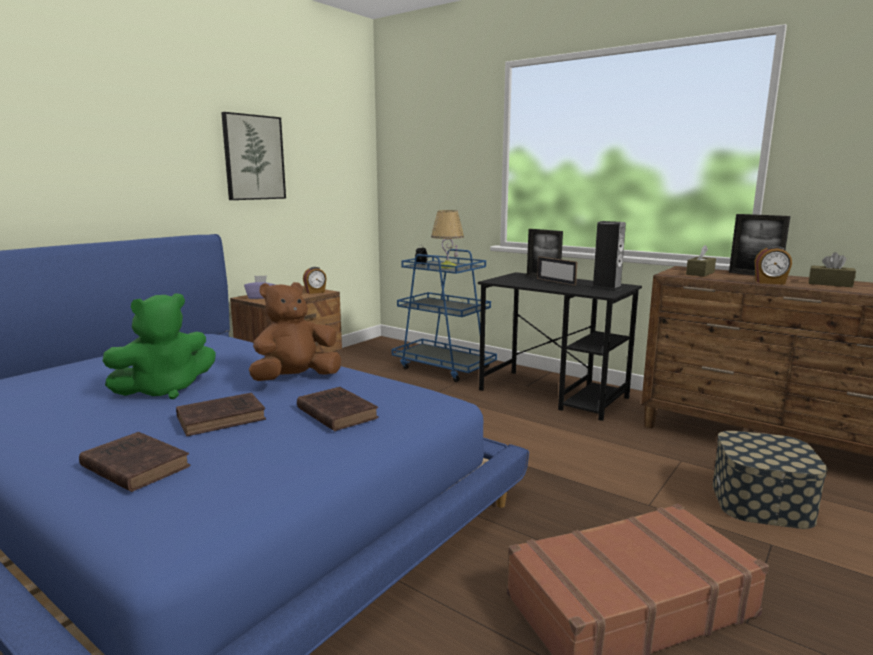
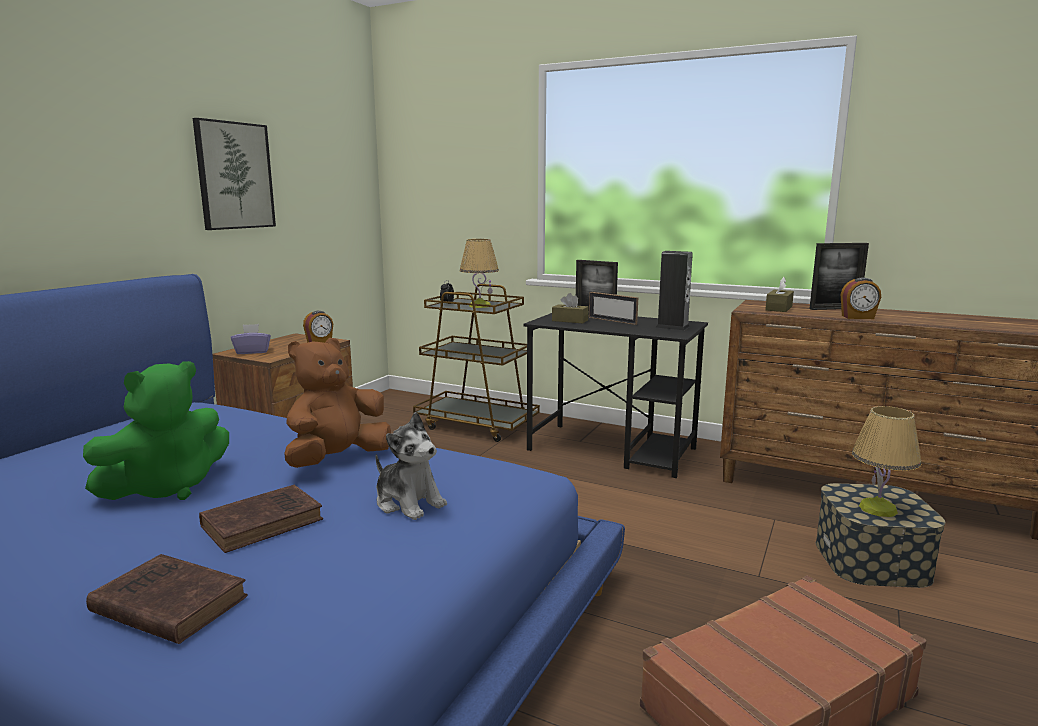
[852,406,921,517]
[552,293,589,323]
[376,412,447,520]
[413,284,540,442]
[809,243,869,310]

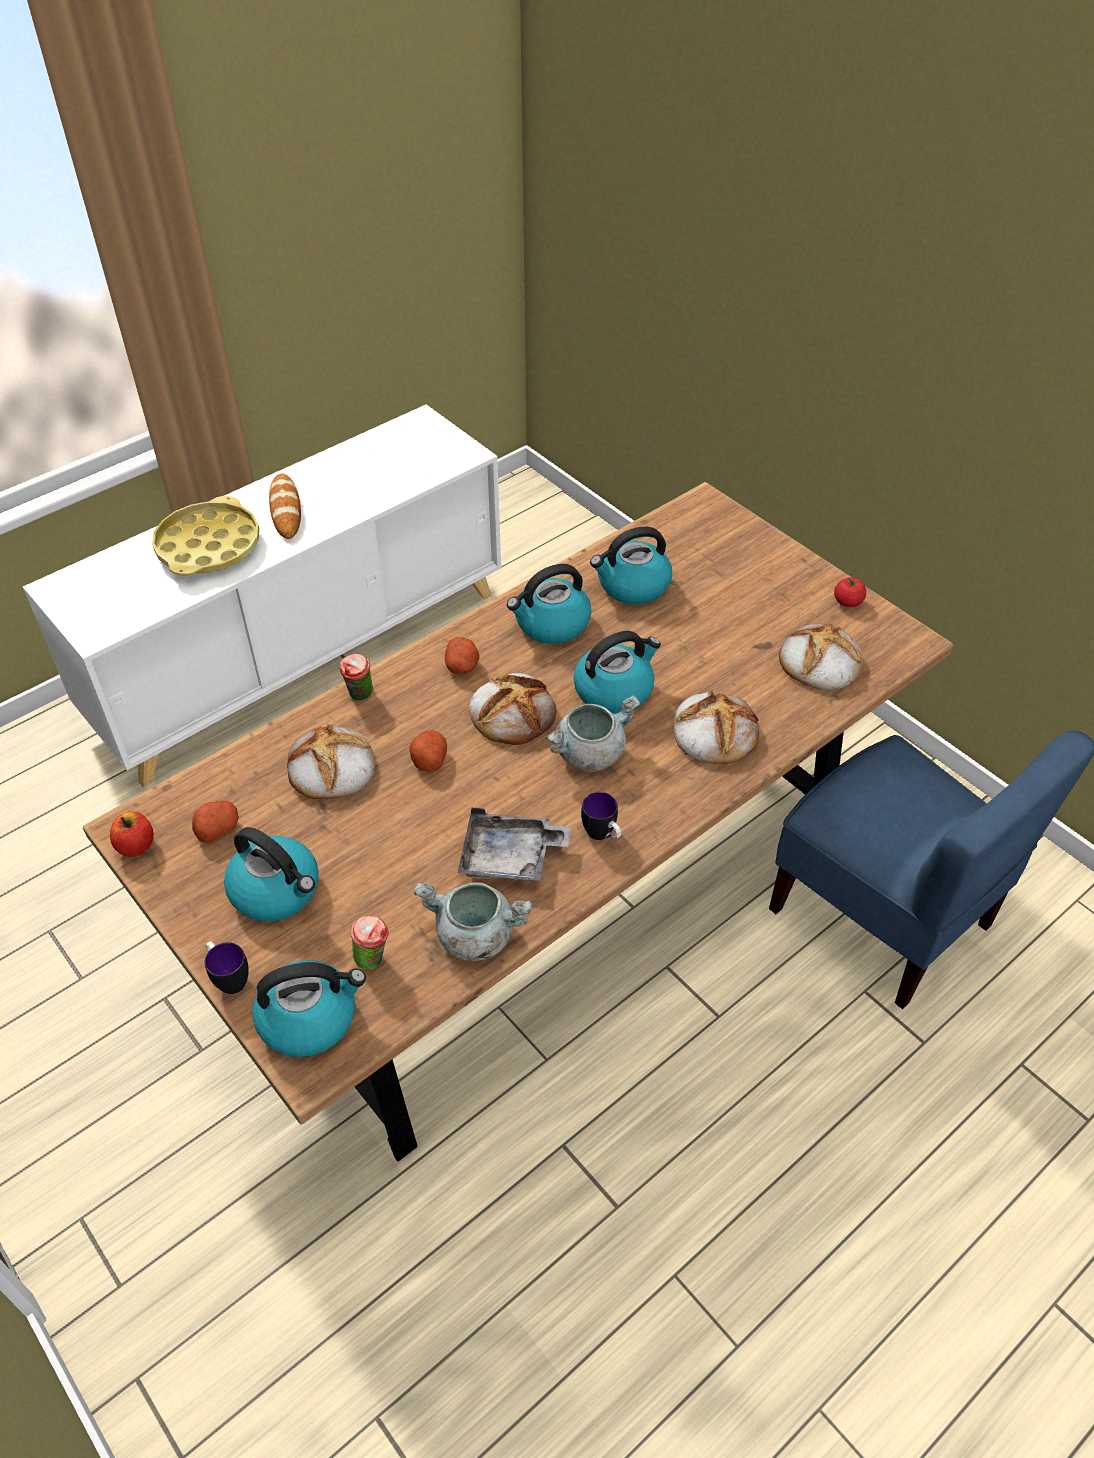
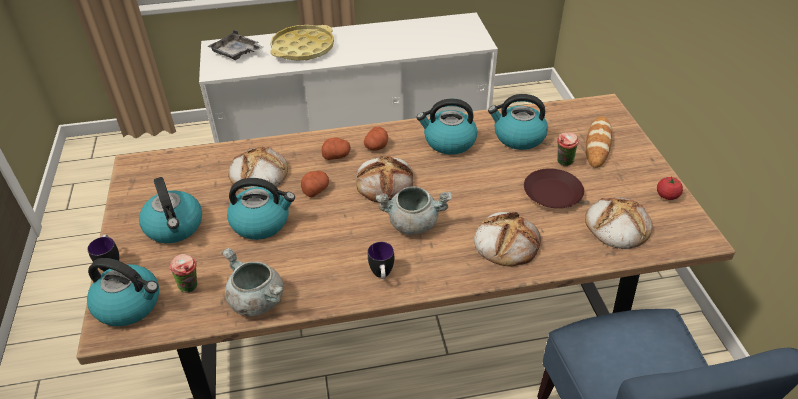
[110,812,154,857] (first image)
[524,168,584,208]
[322,137,351,160]
[586,116,612,168]
[557,132,579,166]
[207,29,263,60]
[227,178,295,240]

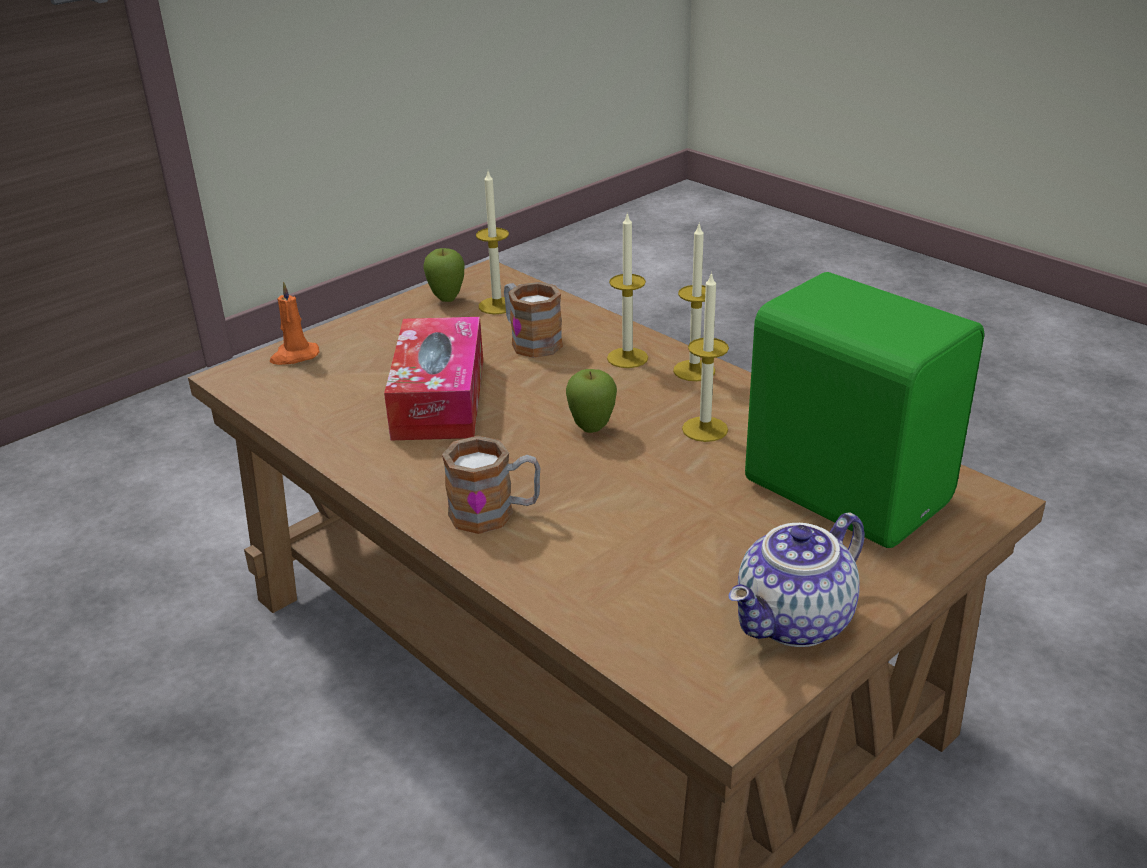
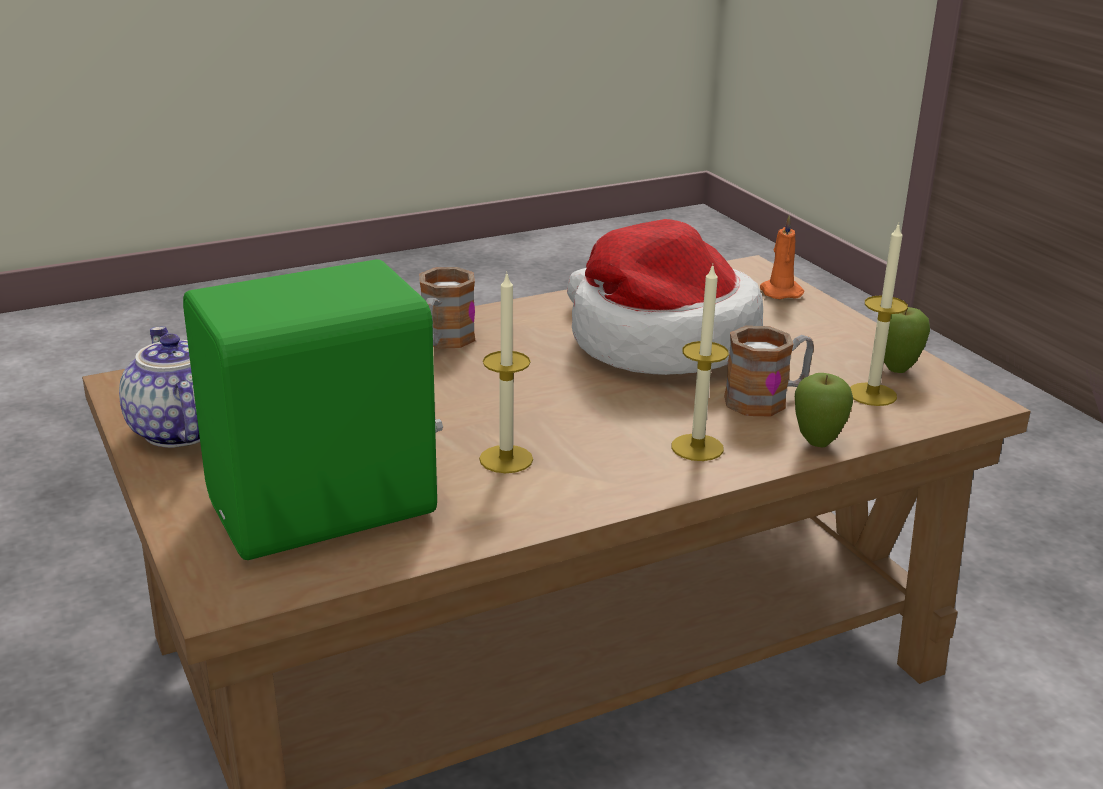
[673,222,715,381] (first image)
[795,373,853,447]
[567,219,763,375]

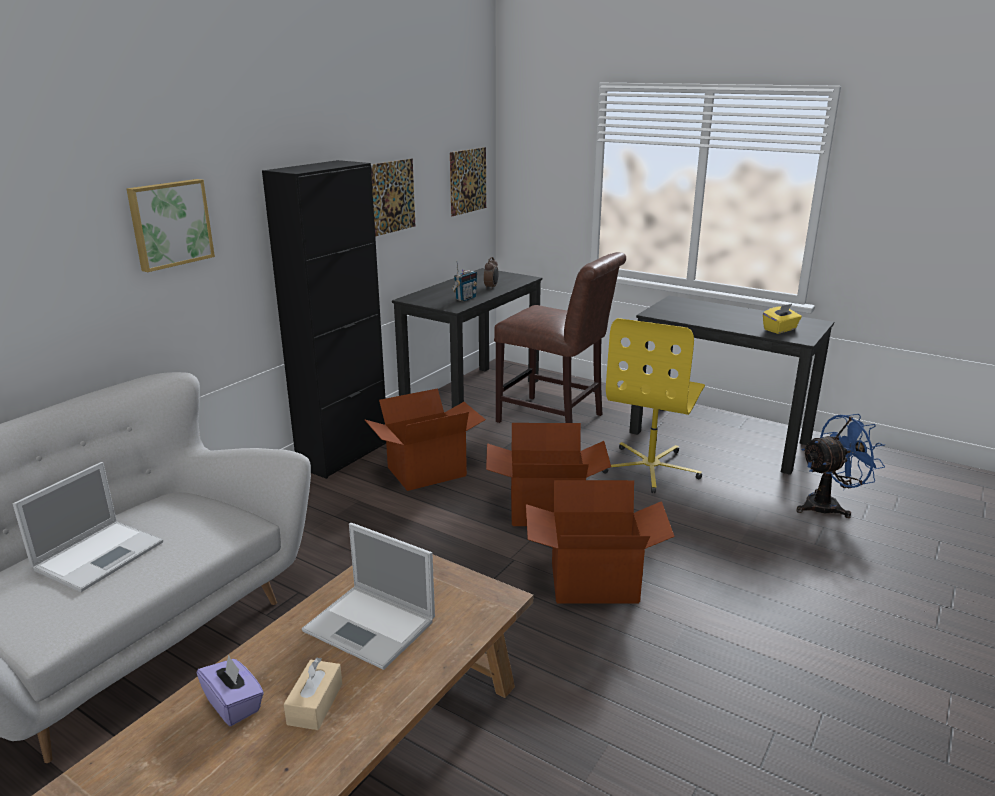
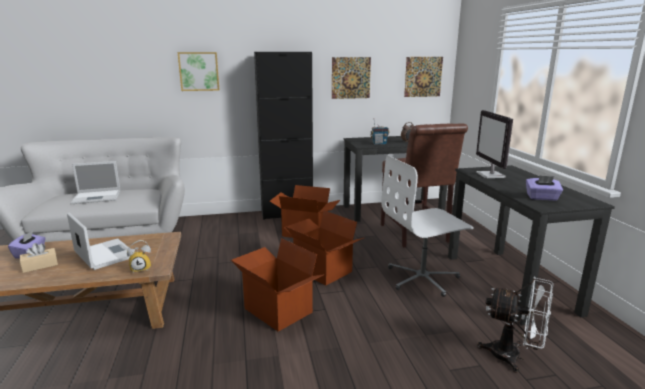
[127,240,151,273]
[476,110,513,178]
[381,155,474,297]
[526,175,563,201]
[477,277,553,373]
[67,213,130,270]

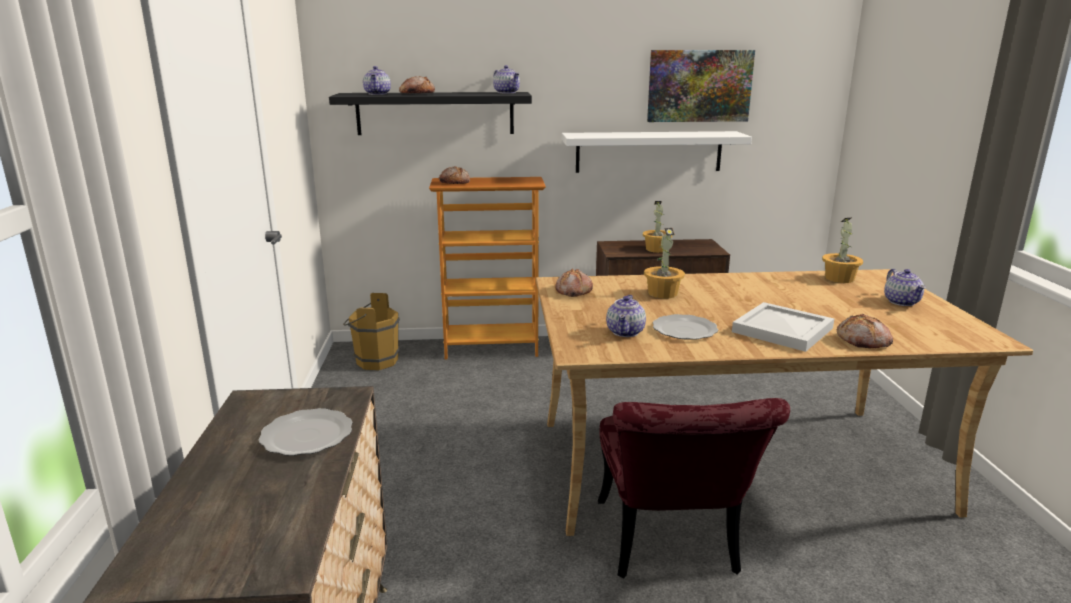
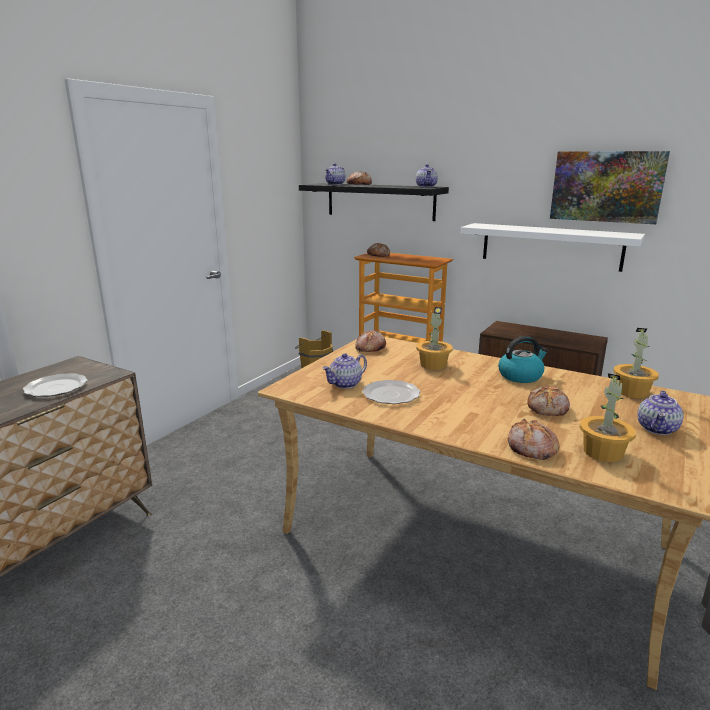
[598,398,790,578] (first image)
[732,302,834,352] (first image)
[498,336,548,383]
[527,386,570,416]
[580,373,636,462]

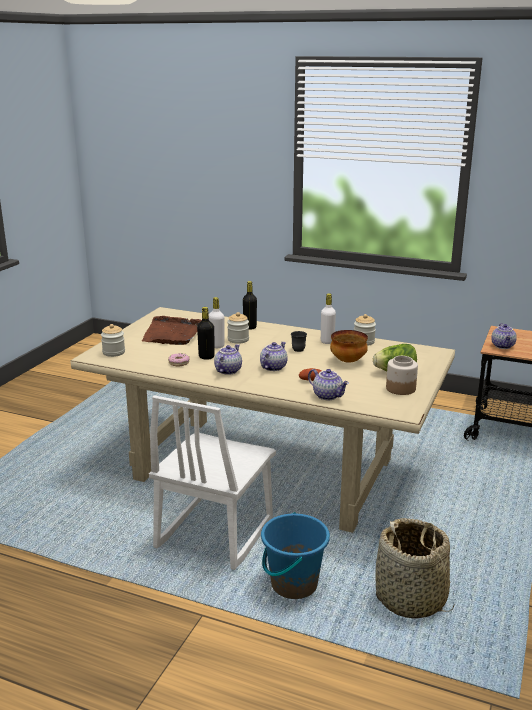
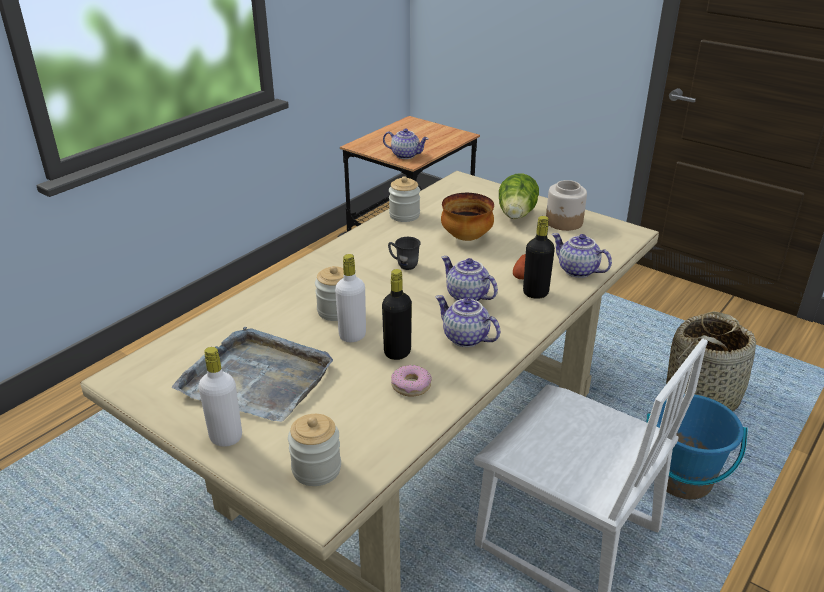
[523,216,555,299]
[199,347,242,447]
[172,327,333,422]
[552,233,612,278]

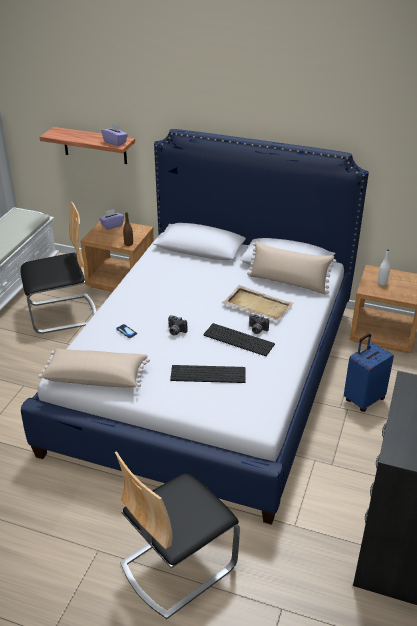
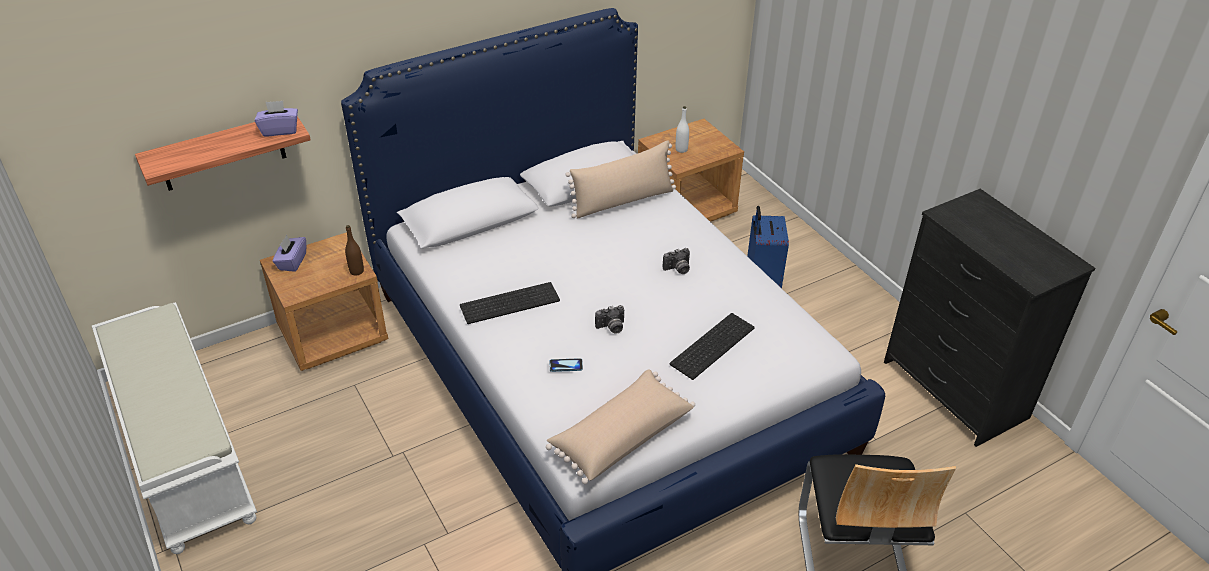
[20,202,96,334] (first image)
[222,285,294,321] (first image)
[460,282,560,324]

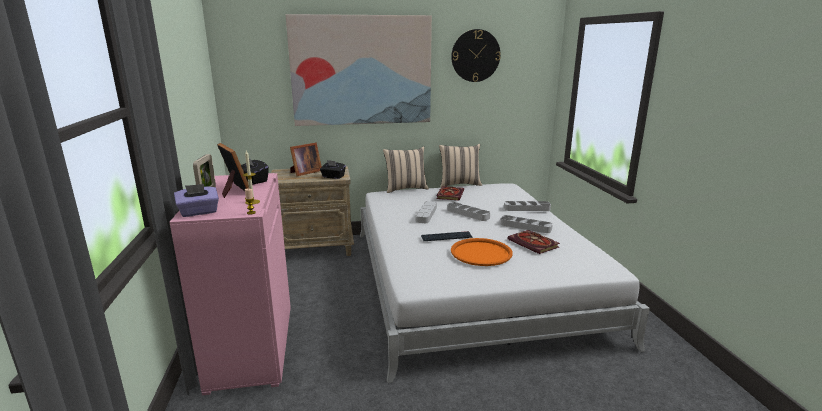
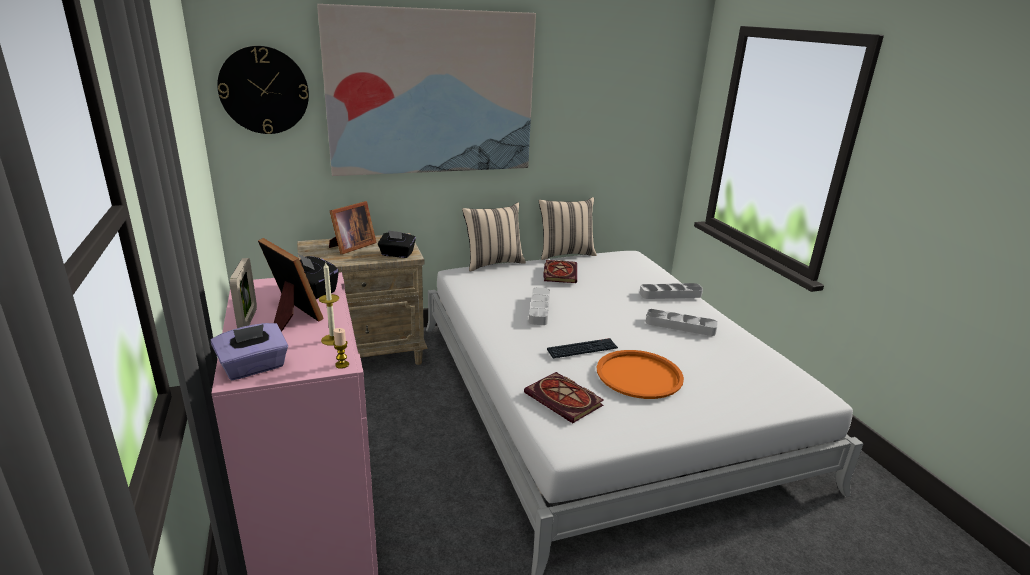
[447,202,490,221] (first image)
[217,46,309,134]
[524,372,604,423]

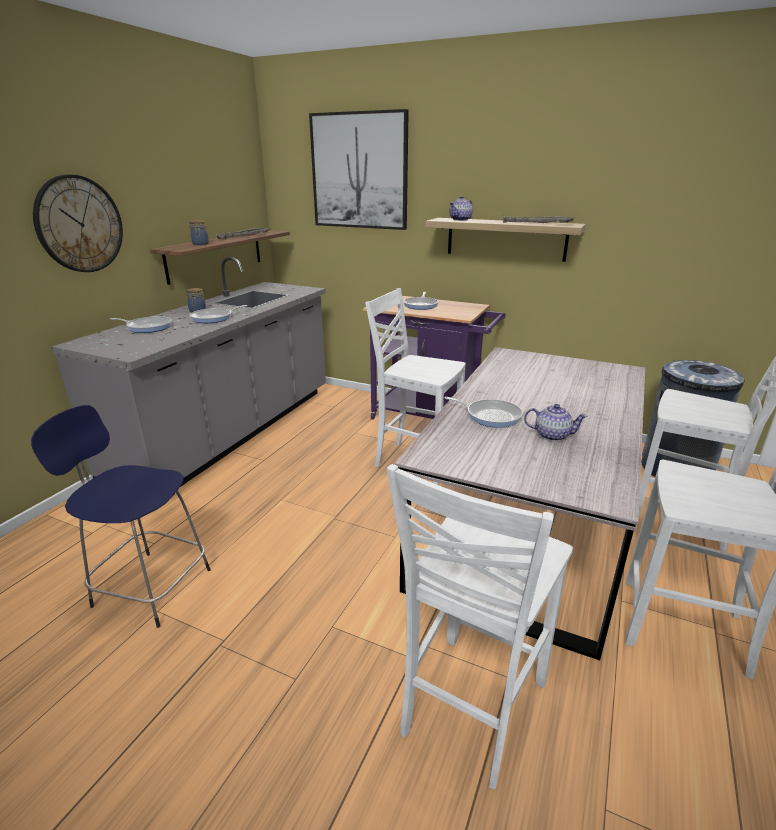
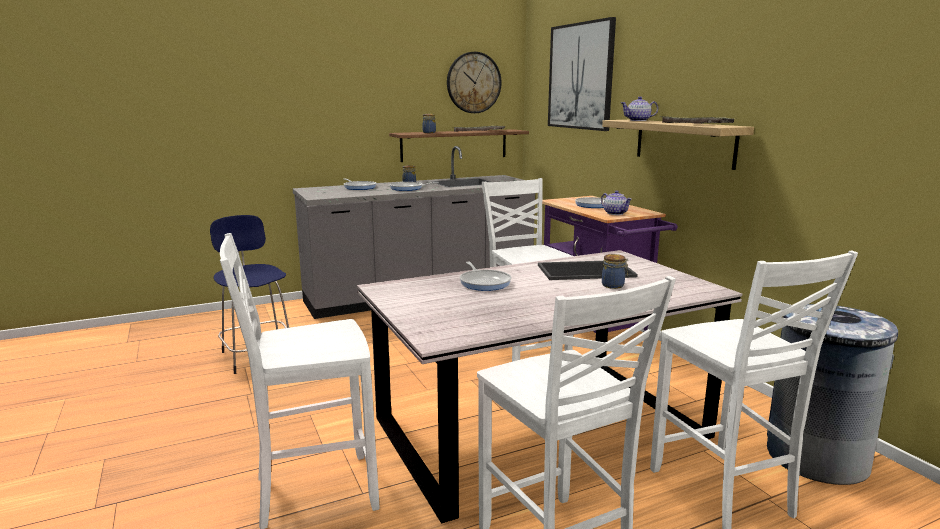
[538,261,638,280]
[602,254,628,289]
[447,52,501,113]
[601,190,632,215]

